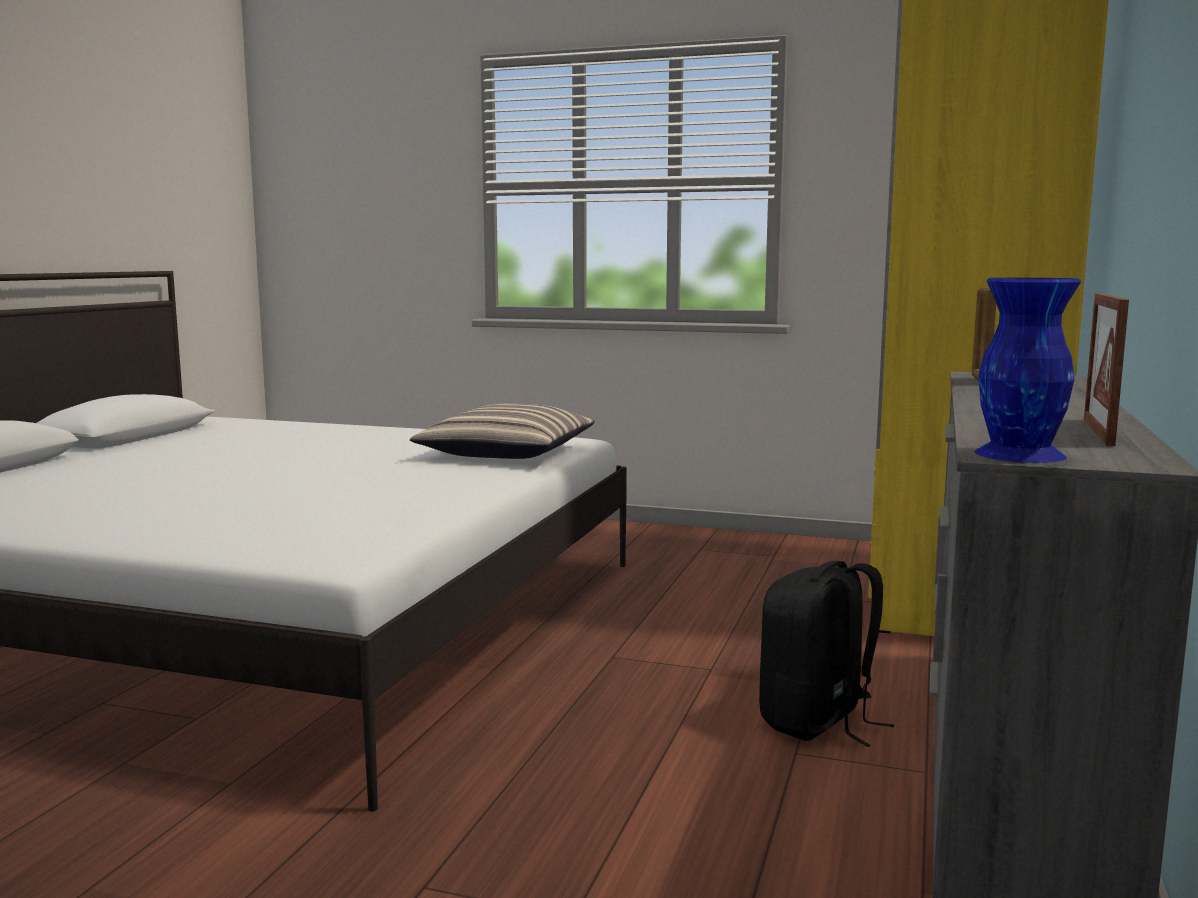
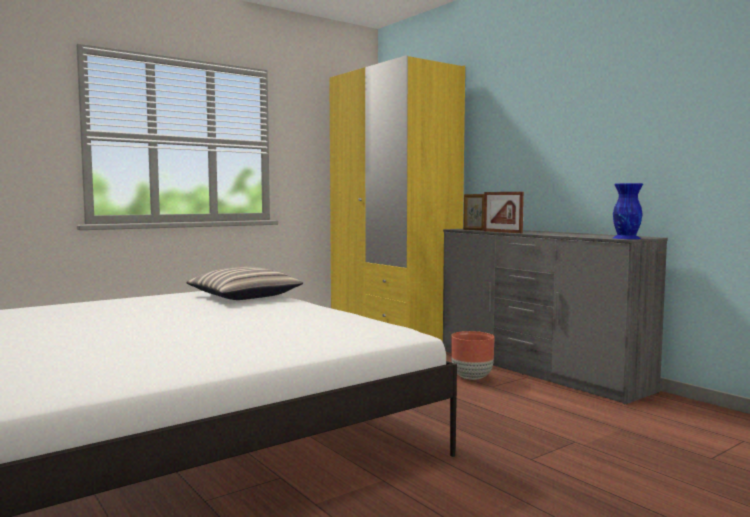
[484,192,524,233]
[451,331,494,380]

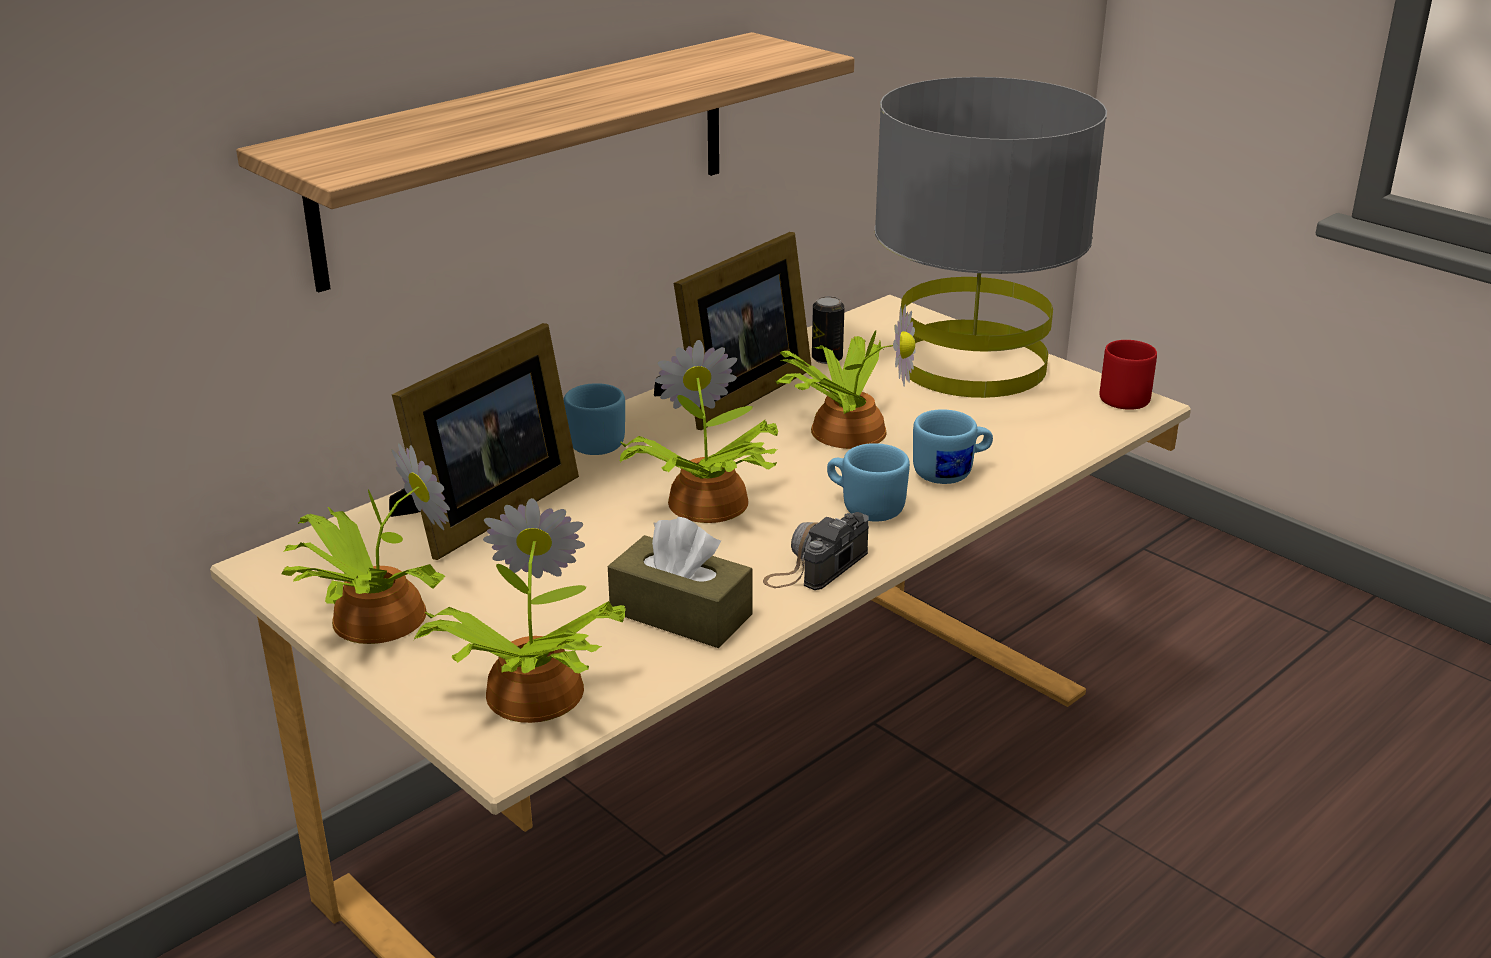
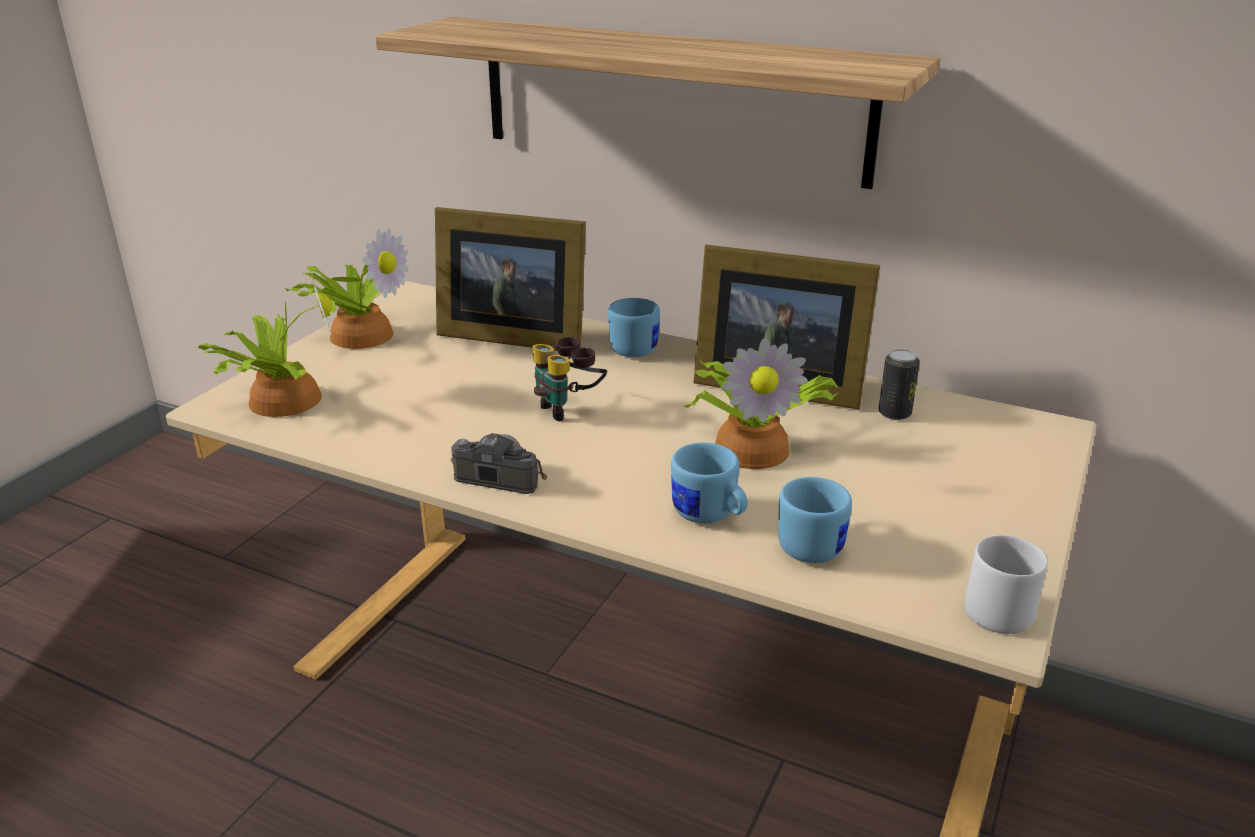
[608,517,753,648] (first image)
[875,77,1107,398] (first image)
[778,477,852,563]
[532,337,607,421]
[965,535,1048,634]

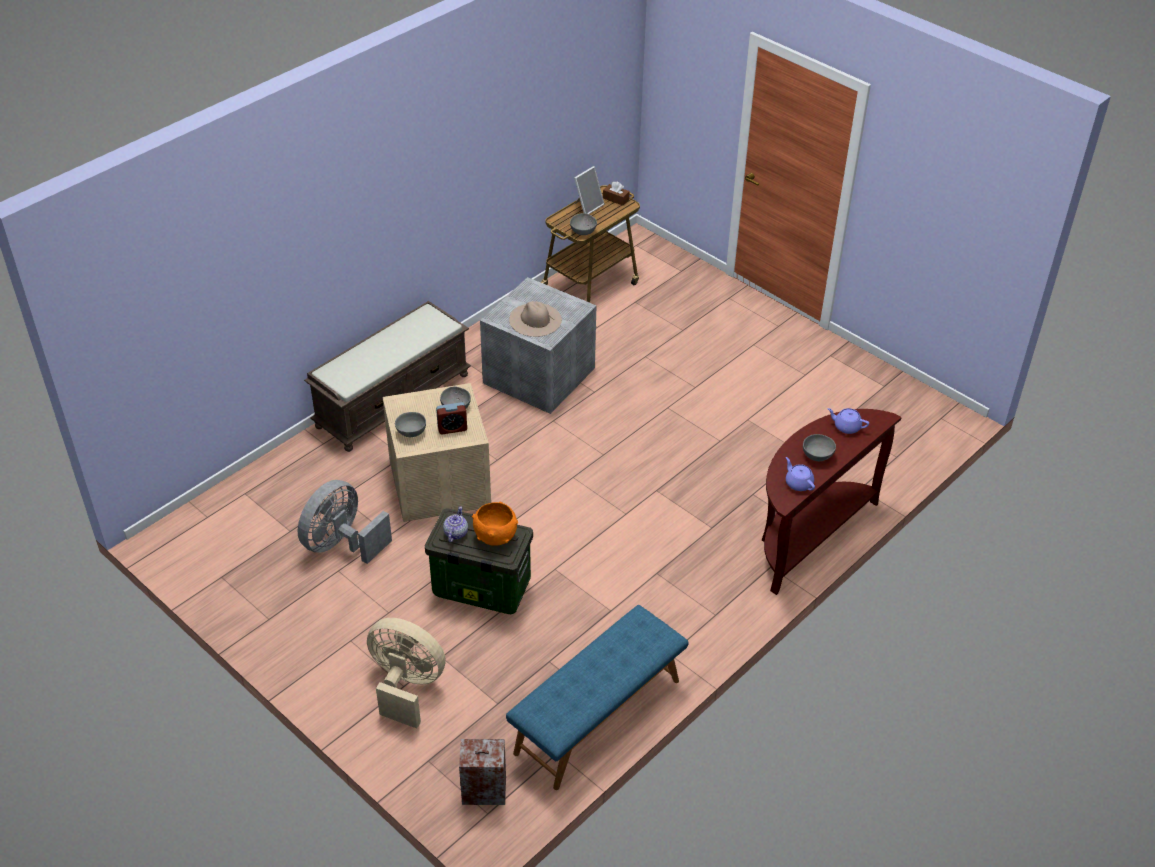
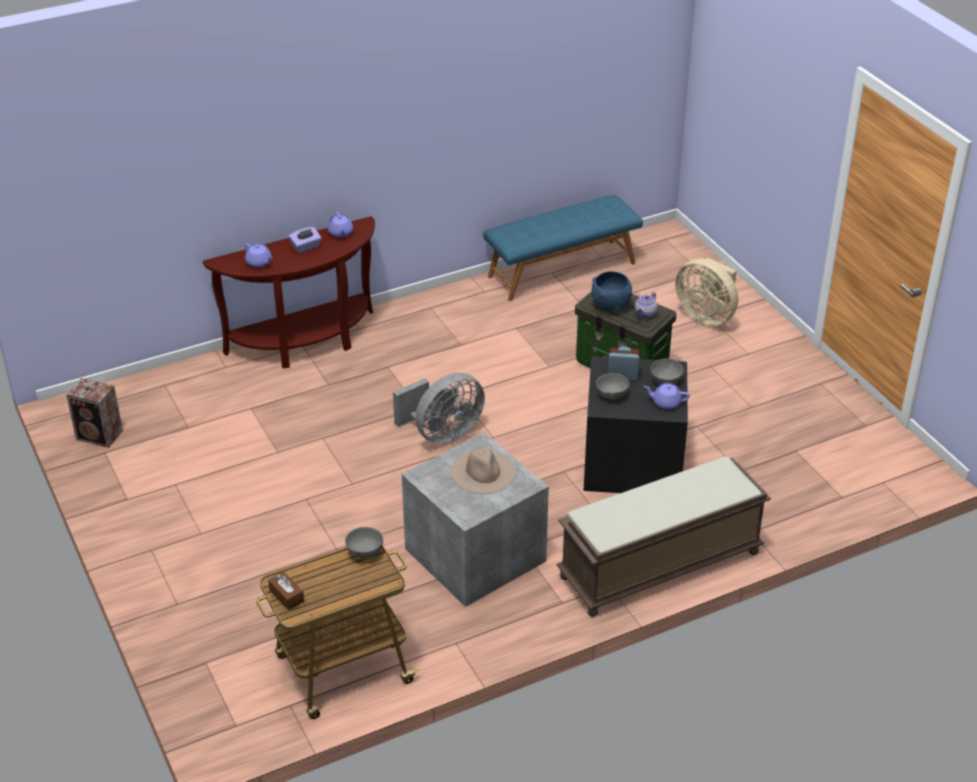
[574,166,604,214] (first image)
[644,383,690,409]
[393,373,485,444]
[66,378,123,448]
[289,227,322,253]
[584,356,688,493]
[592,271,632,311]

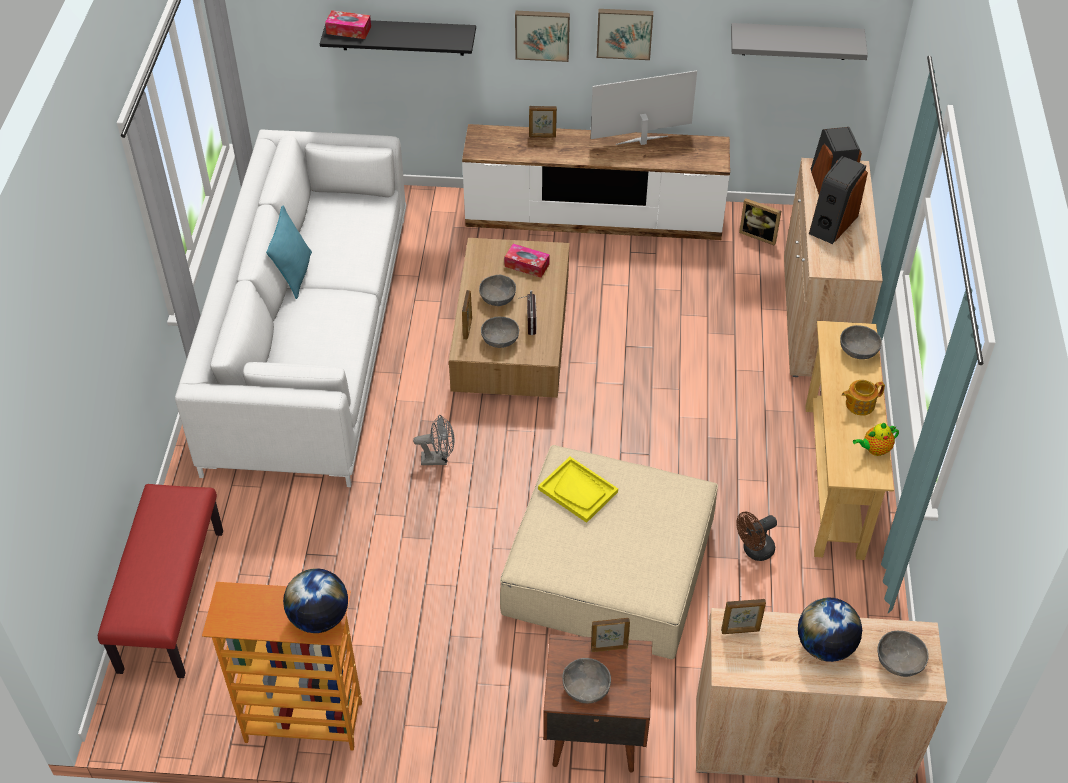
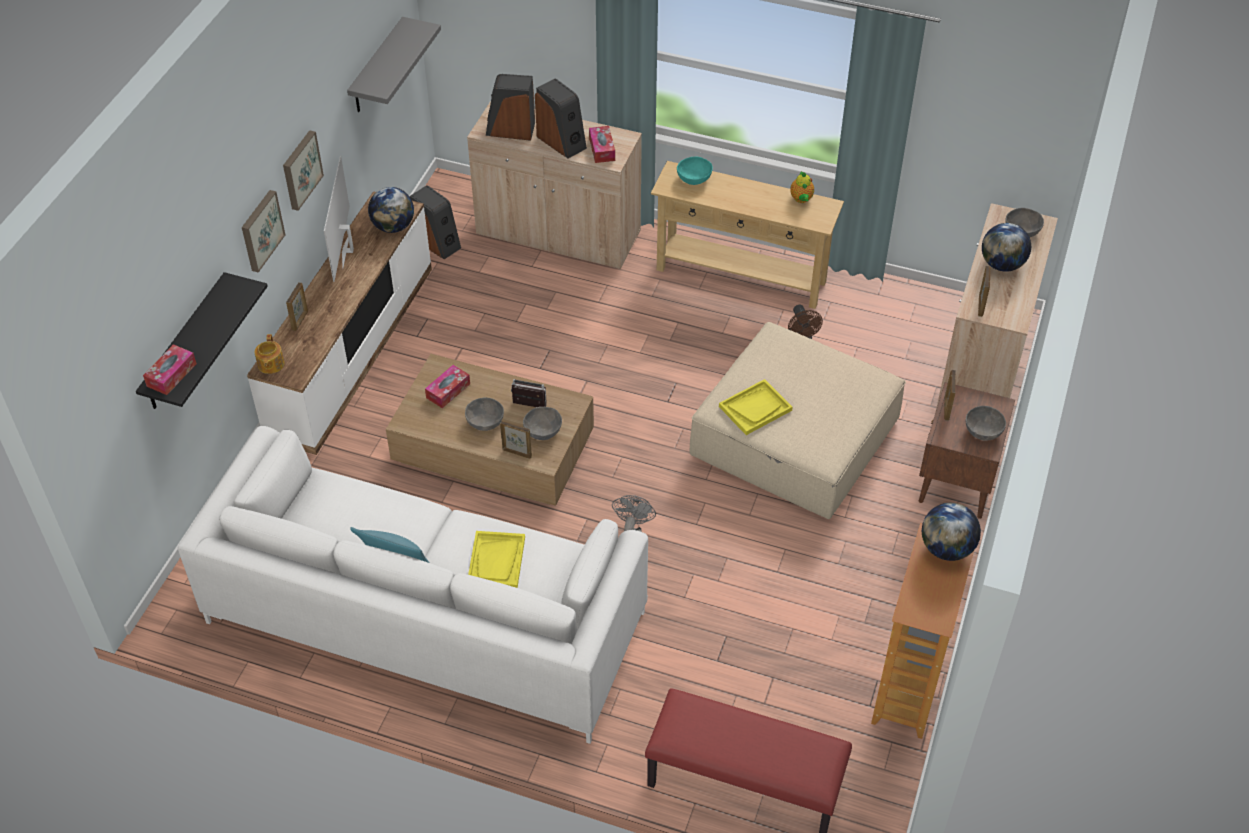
[368,187,414,233]
[468,531,525,588]
[589,126,615,163]
[255,334,285,374]
[410,185,461,259]
[677,156,713,185]

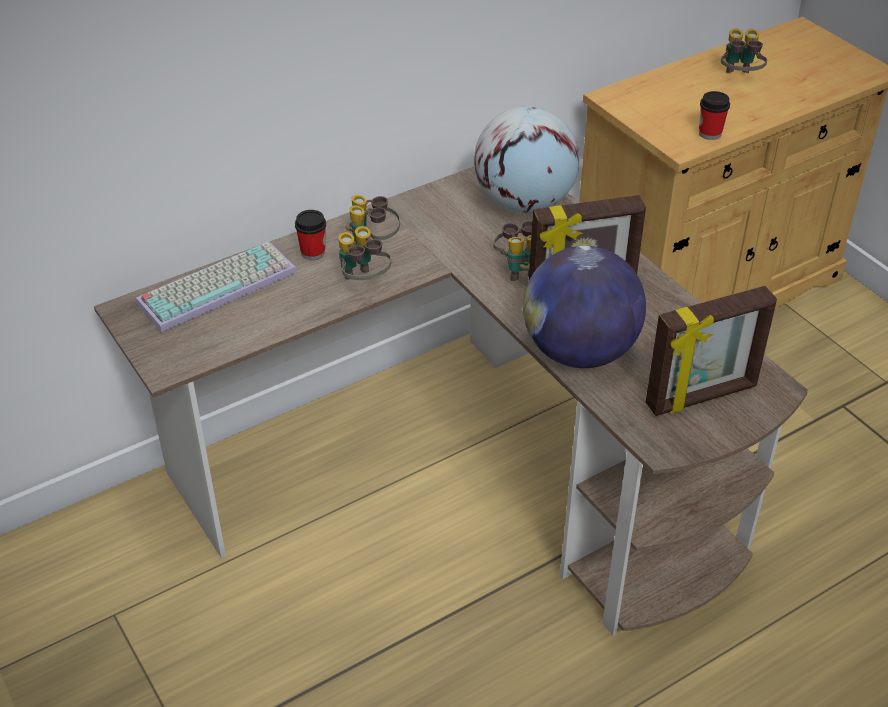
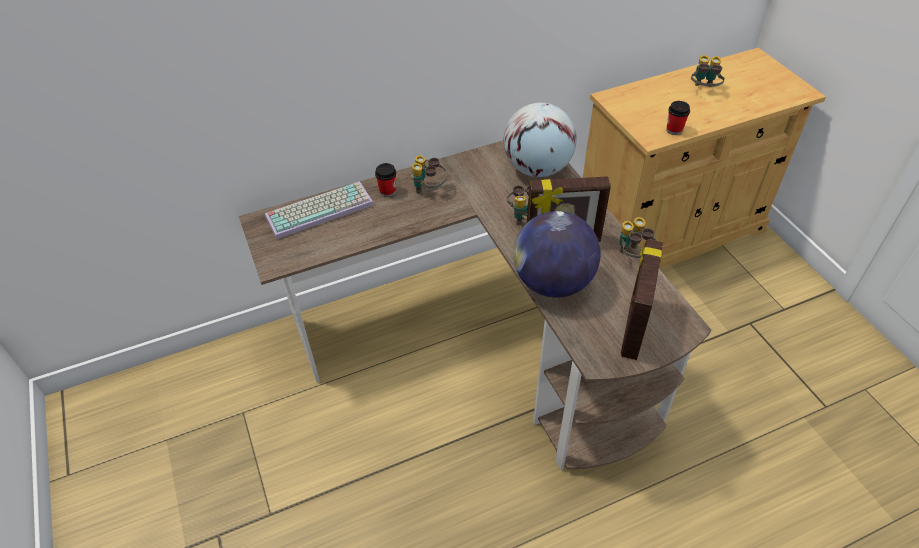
[619,217,658,258]
[621,239,663,360]

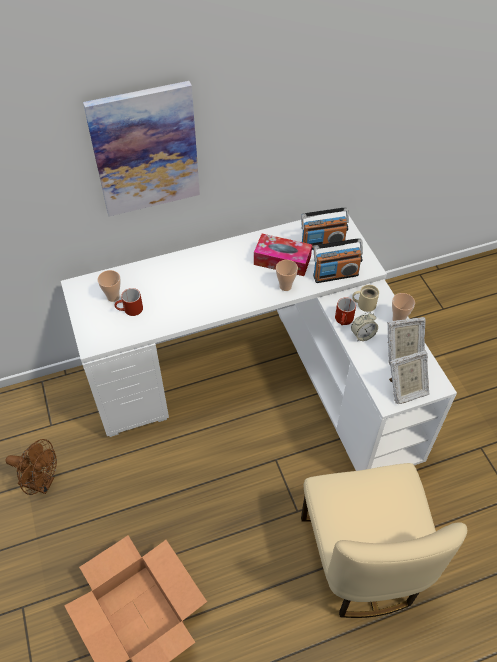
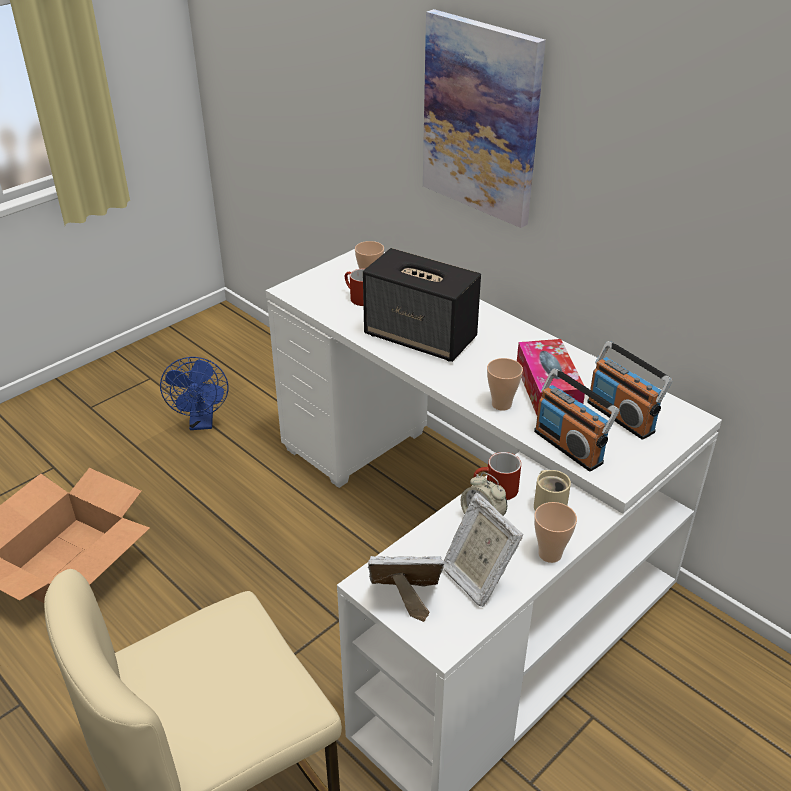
[363,248,481,362]
[160,357,228,430]
[368,556,445,622]

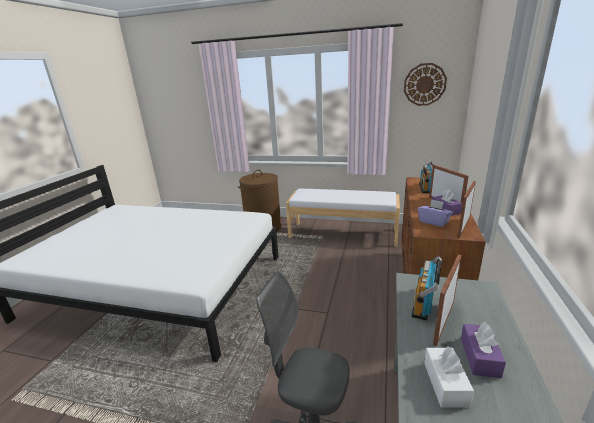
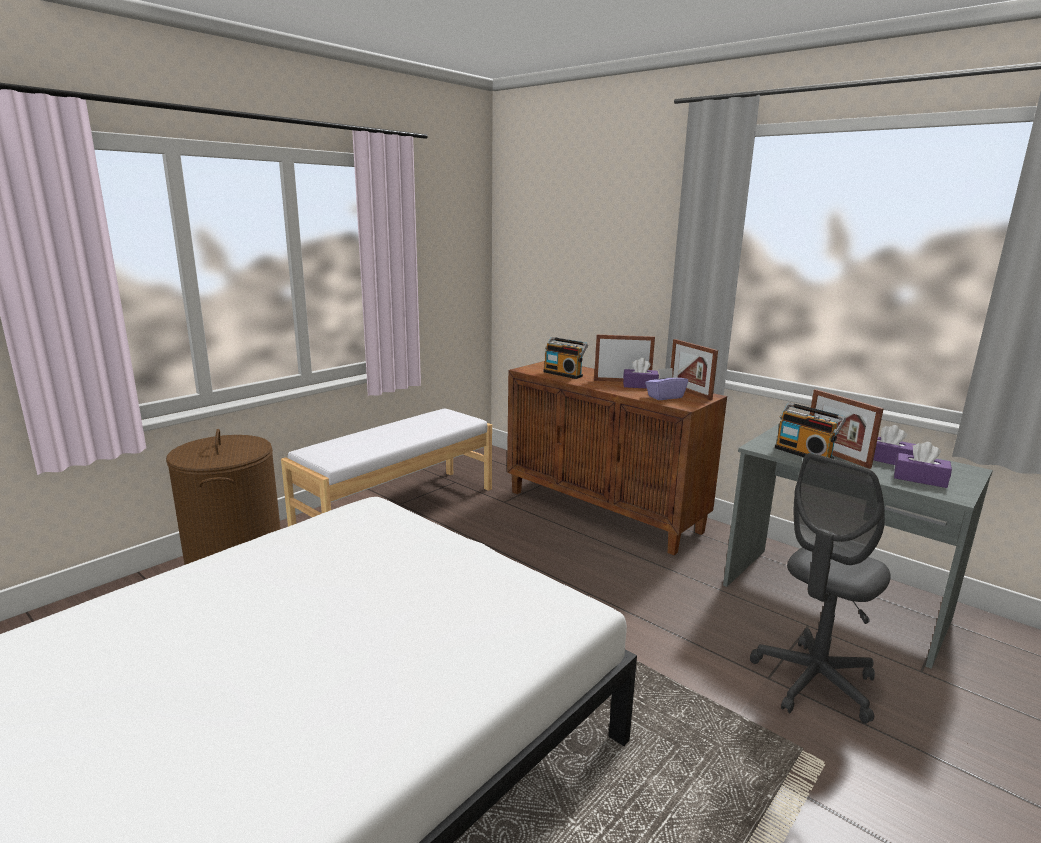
[404,63,447,106] (first image)
[894,442,952,488]

